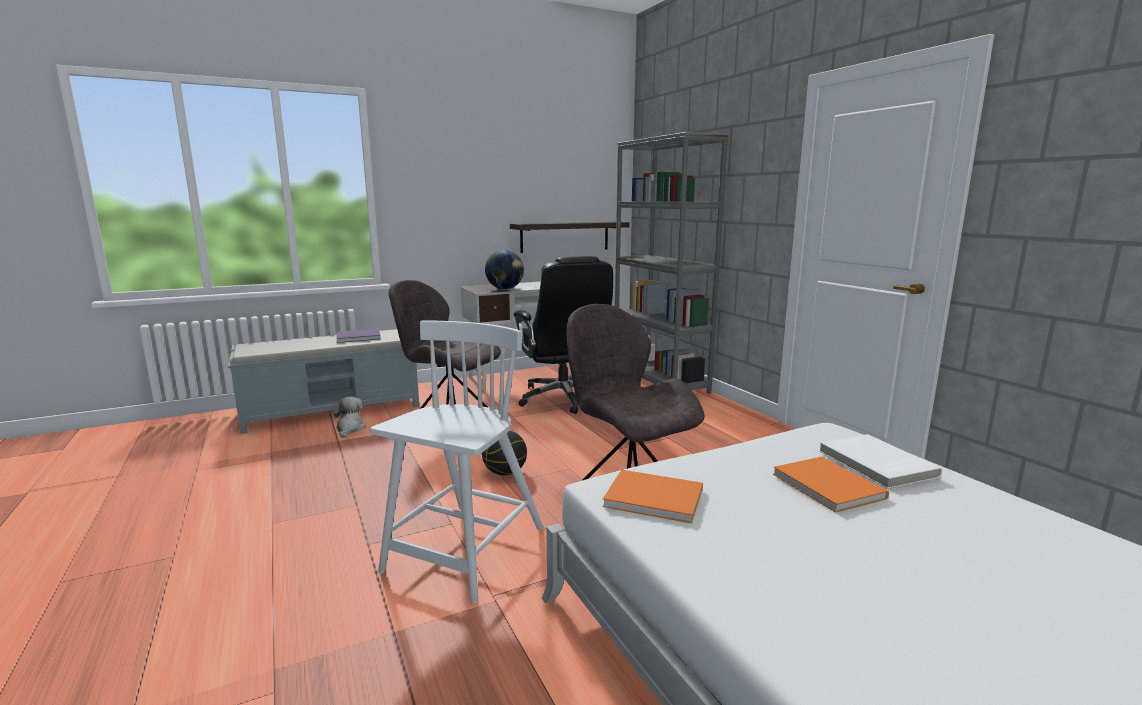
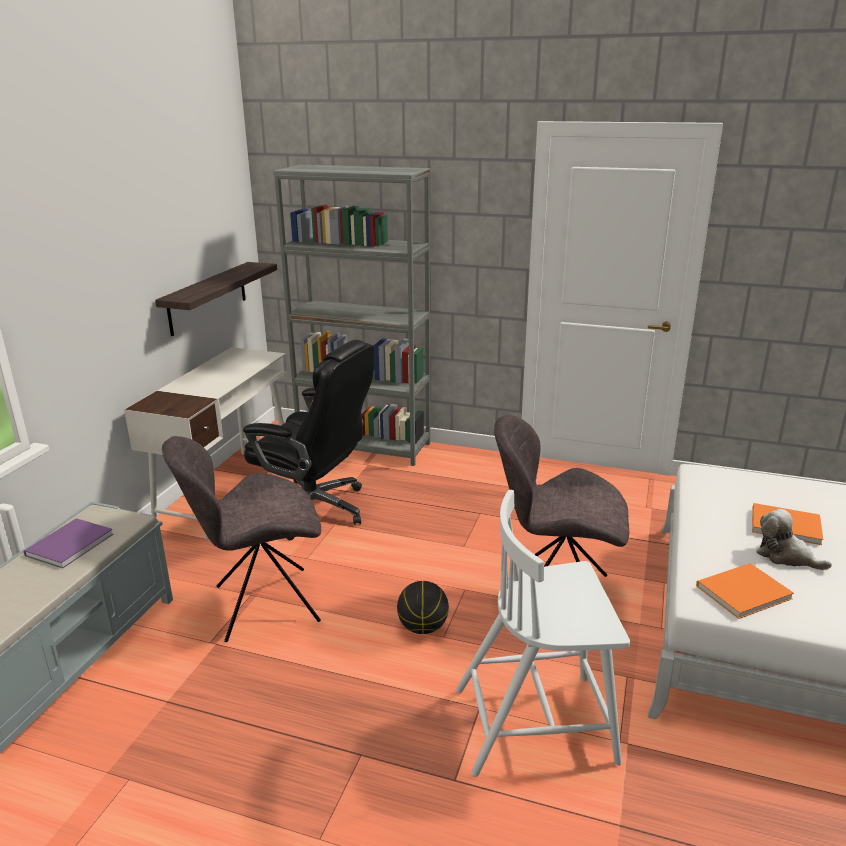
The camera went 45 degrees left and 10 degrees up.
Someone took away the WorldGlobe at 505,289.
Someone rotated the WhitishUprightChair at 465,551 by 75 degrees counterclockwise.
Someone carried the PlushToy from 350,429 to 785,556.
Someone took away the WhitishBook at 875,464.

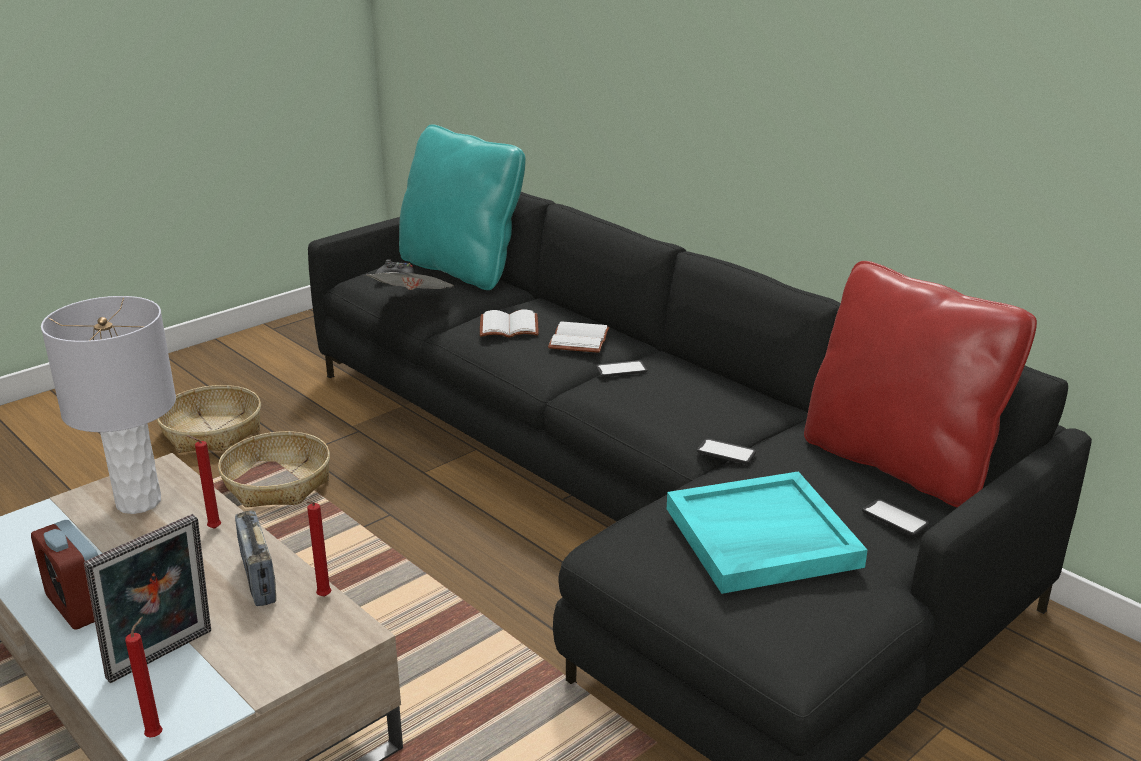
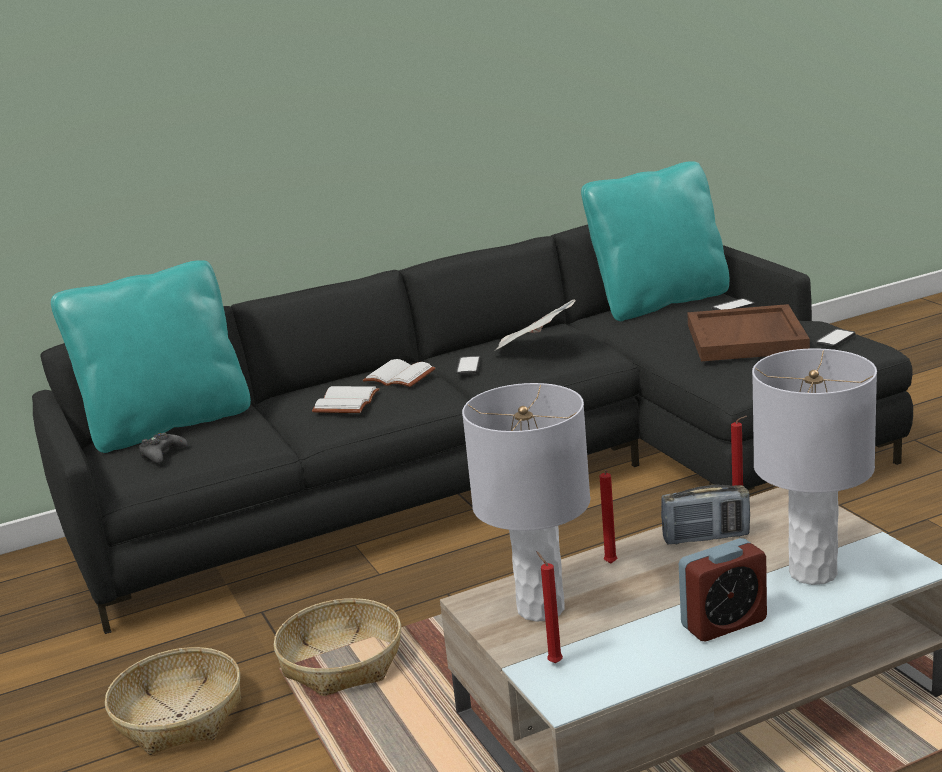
The camera went 70 degrees left and 5 degrees down.
Someone repainted the RedColouredPillow at 899,463, which became the TurquoiseColouredPillow at 660,302.
Someone carried the DailyPaper from 414,304 to 534,348.
Someone carried the Phone from 726,452 to 835,338.
Someone repainted the TurquoiseColouredTray at 761,538, which became the BrownColouredTray at 747,339.
Someone swapped the StandingFrame at 163,657 for the GrayLampForATable at 812,573.
Someone carried the RedColouredWaxCandle from 157,735 to 553,662.

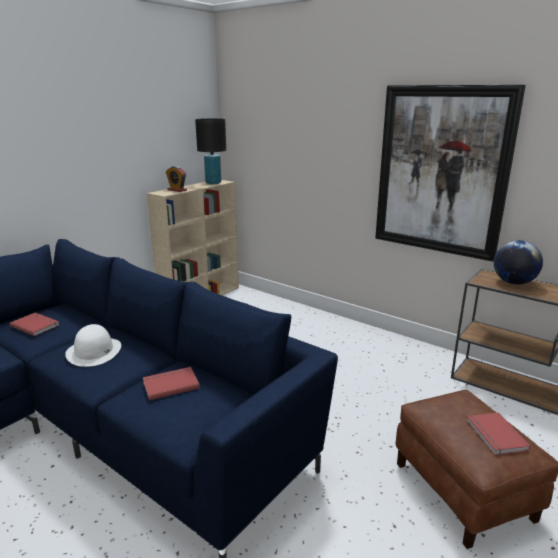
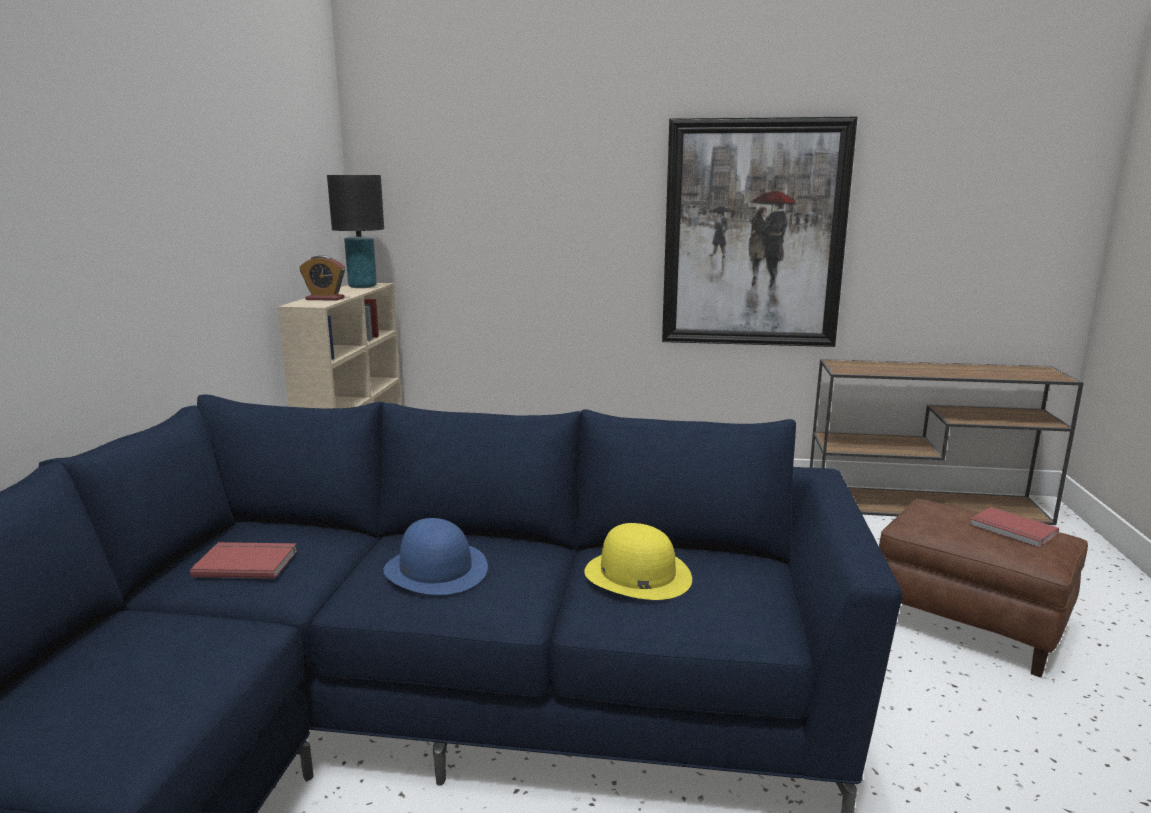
The camera went 30 degrees left and 5 degrees down.
Someone took away the WorldGlobe at 513,283.
Someone repainted the WhitishClothingHat at 94,351, which became the BluishClothingHat at 436,569.
Someone swapped the RedColouredBook at 170,384 for the YellowishClothingHat at 637,574.

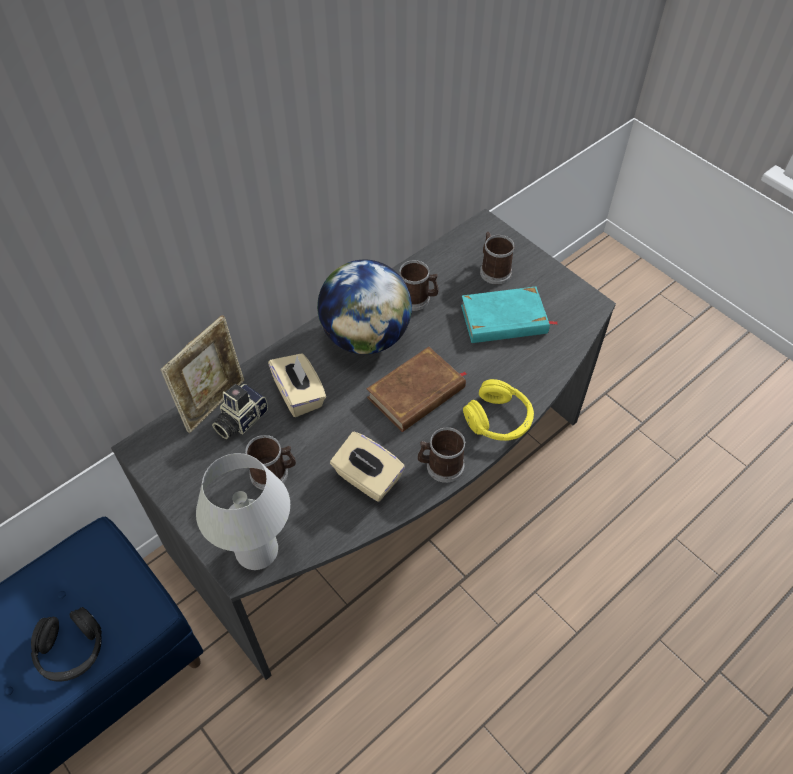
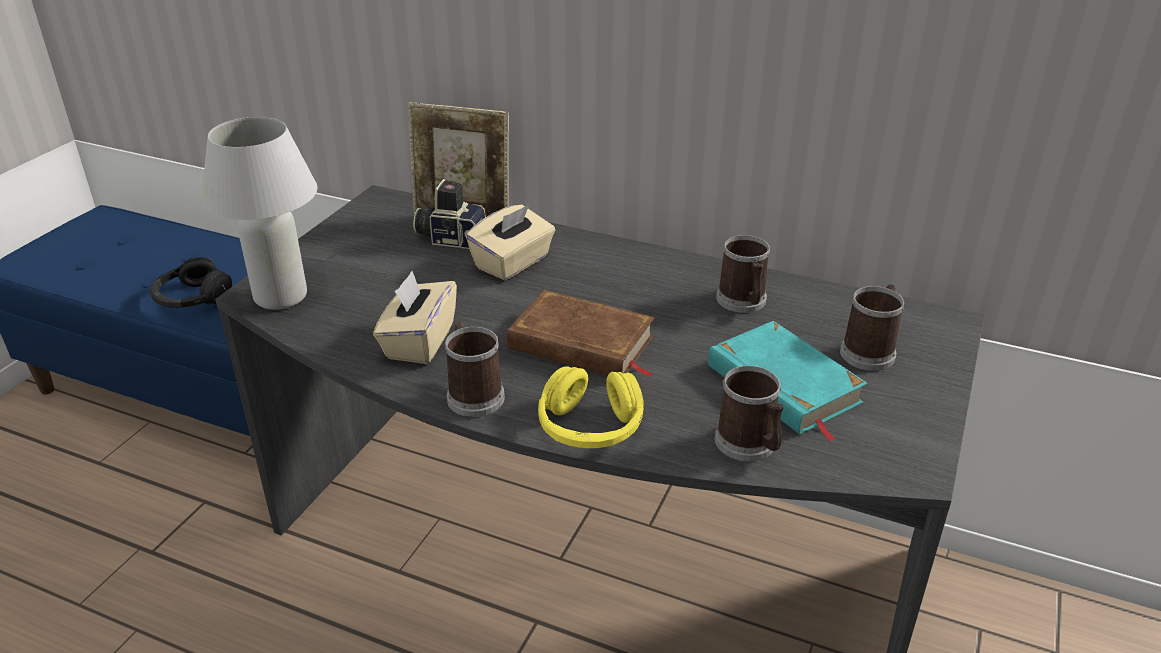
The camera went 65 degrees right and 20 degrees down.
Someone took away the WorldGlobe at 366,337.
Someone carried the CoffeeMug from 273,473 to 749,445.

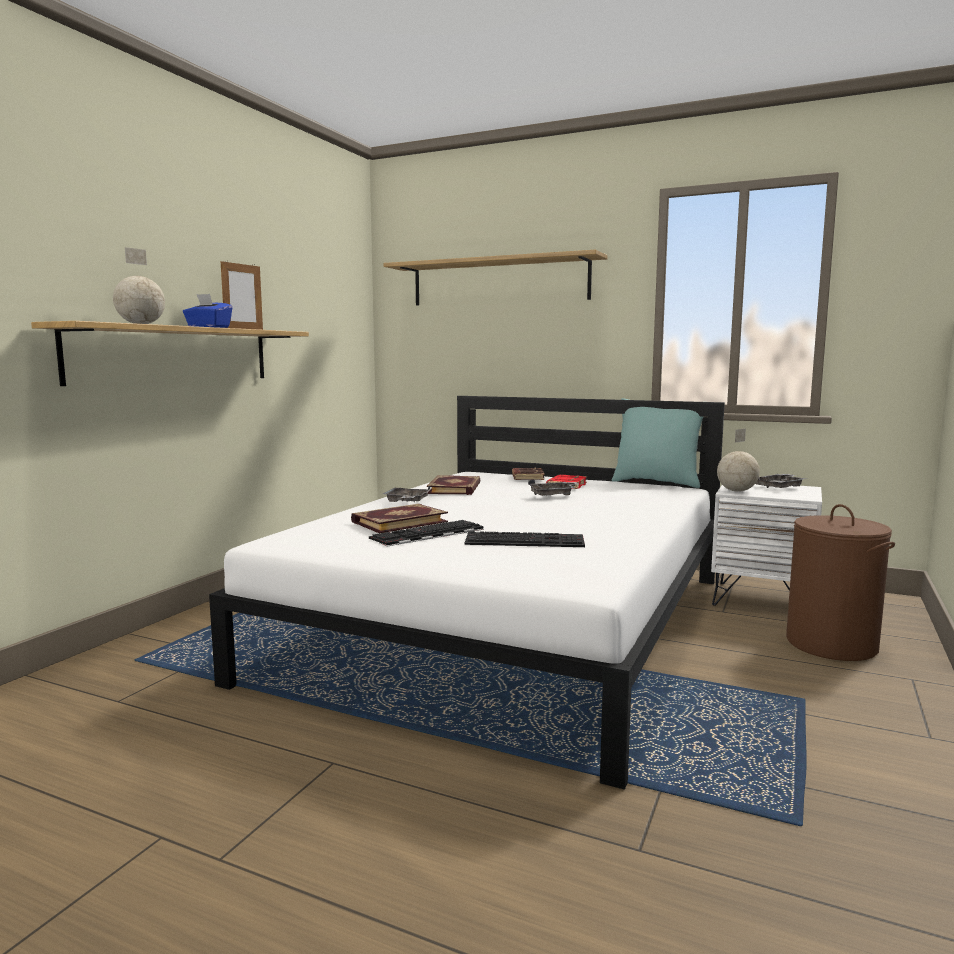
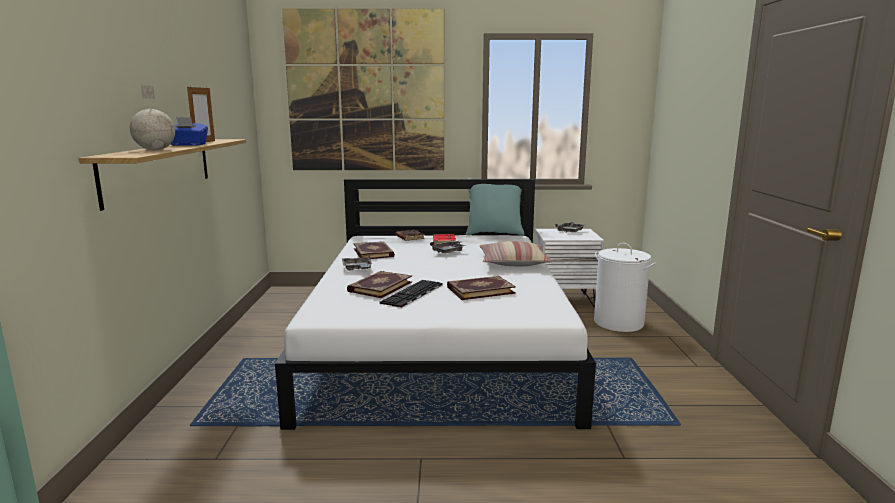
The camera went 25 degrees left and 5 degrees up.
Someone swapped the WallShelf at 499,282 for the WallArt at 366,92.
Someone took away the WorldGlobe at 737,491.
Someone repainted the BrownColouredHamper at 832,644, which became the WhitishHamper at 619,323.
Someone swapped the PcKeyboard at 526,540 for the Book at 480,290.
Someone put down the Pillow at 513,262.

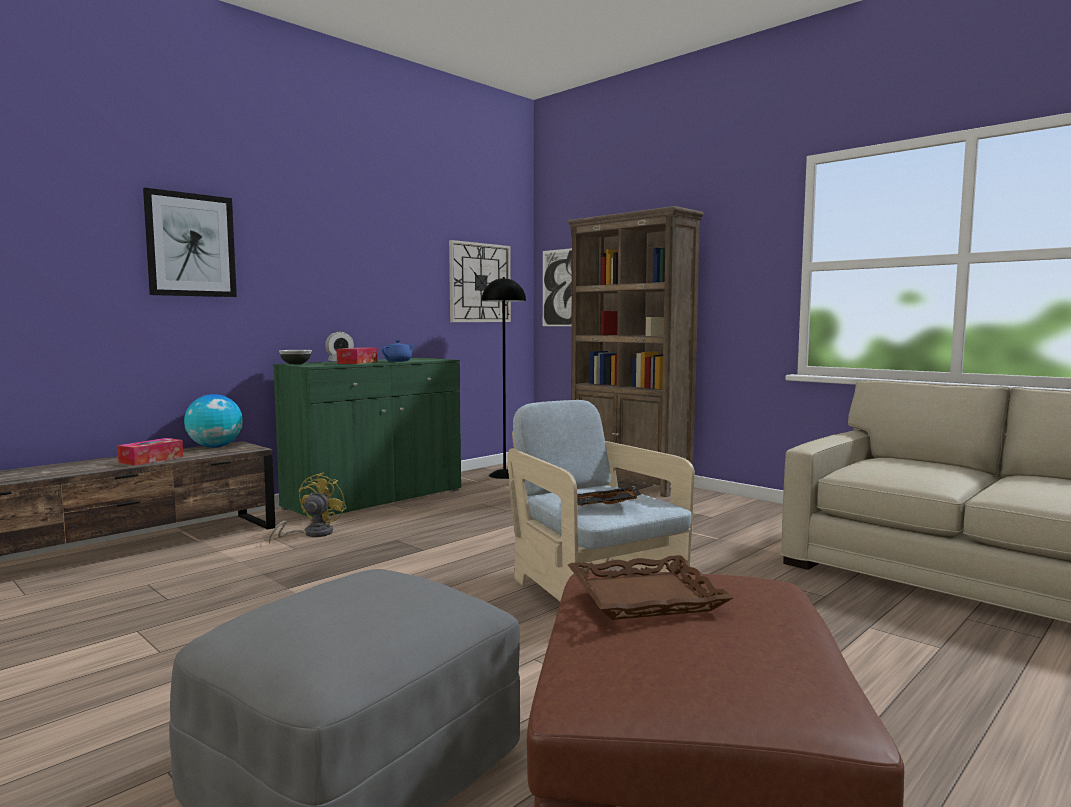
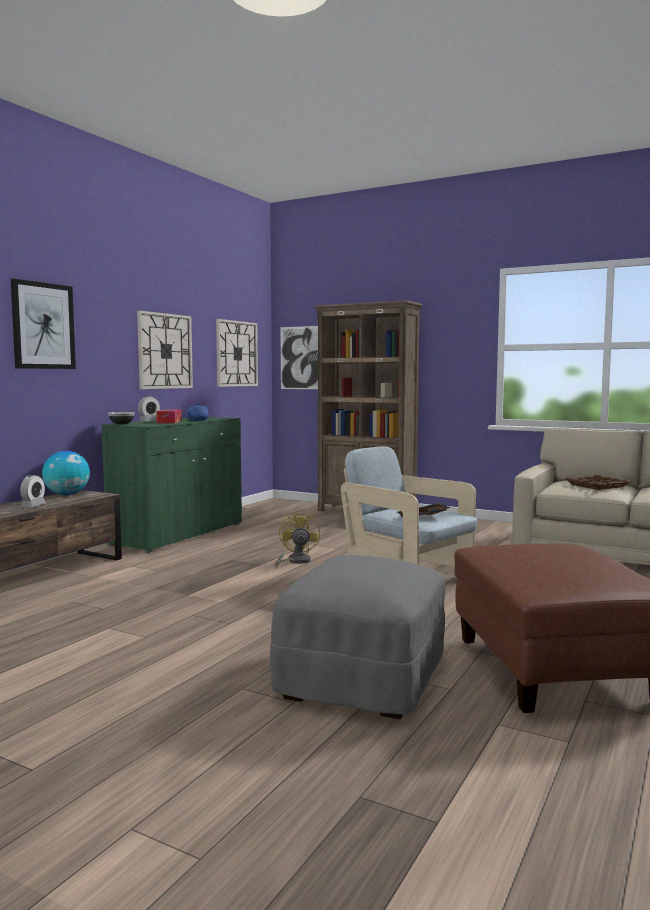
The camera went 15 degrees left and 0 degrees up.
Someone took away the BlackStandardLamp at 505,475.
Someone swapped the BoxOfTissues at 151,459 for the AlarmClock at 33,506.
Someone carried the YellowishFan from 311,534 to 295,561.
Someone carried the BrownColouredTray from 644,596 to 597,486.
Someone put up the WallClock at 165,351.

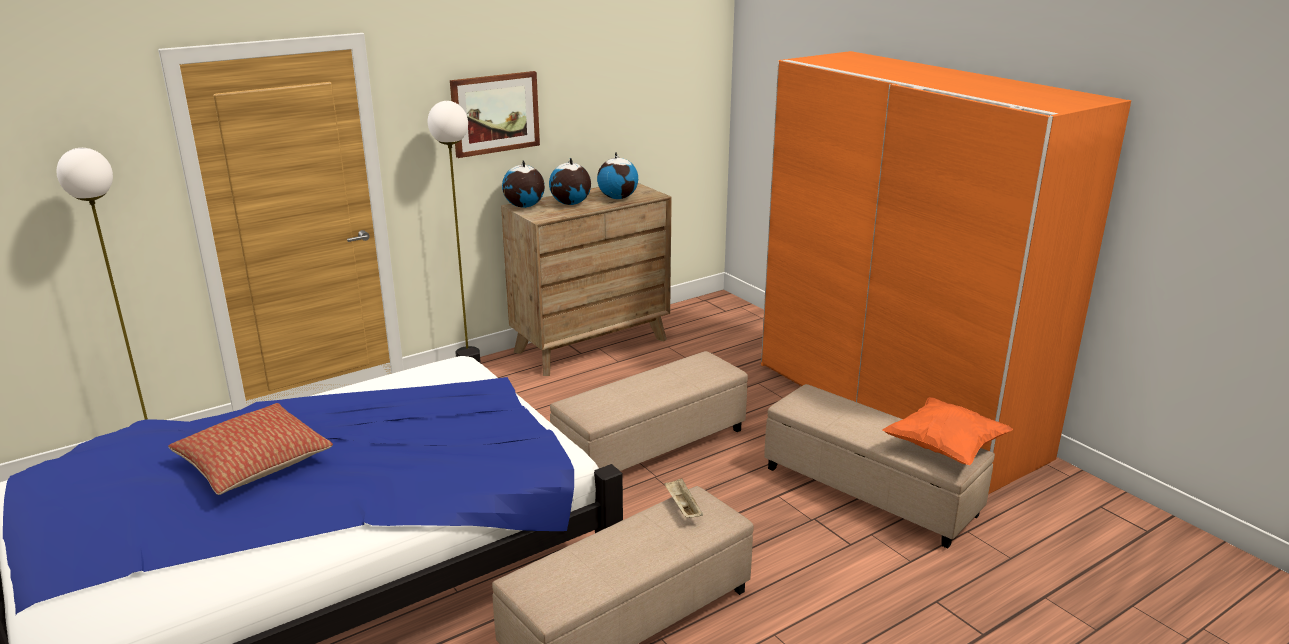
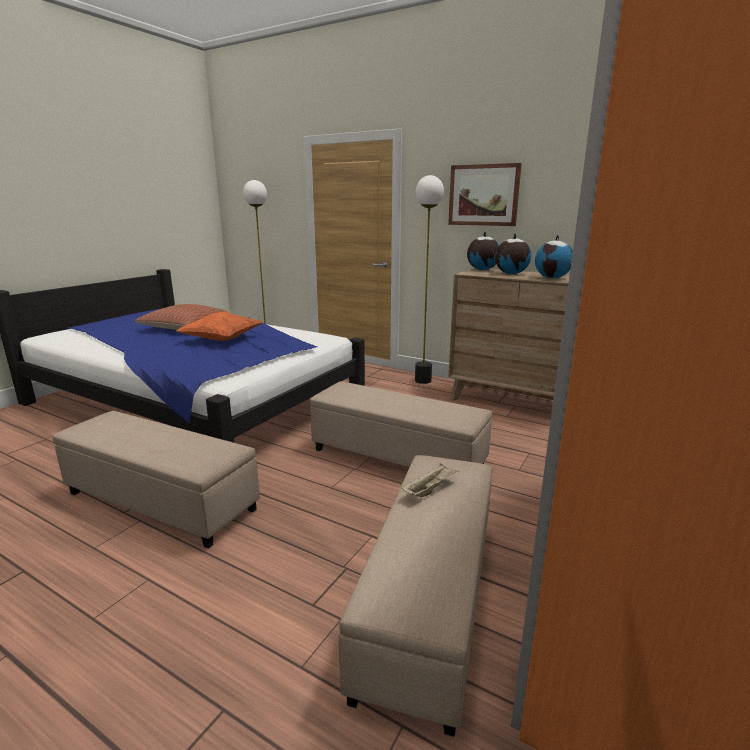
The camera went 65 degrees right and 5 degrees down.
Someone carried the OrangePillow from 945,448 to 222,340.
Someone carried the BeigeColouredTray from 682,507 to 430,489.

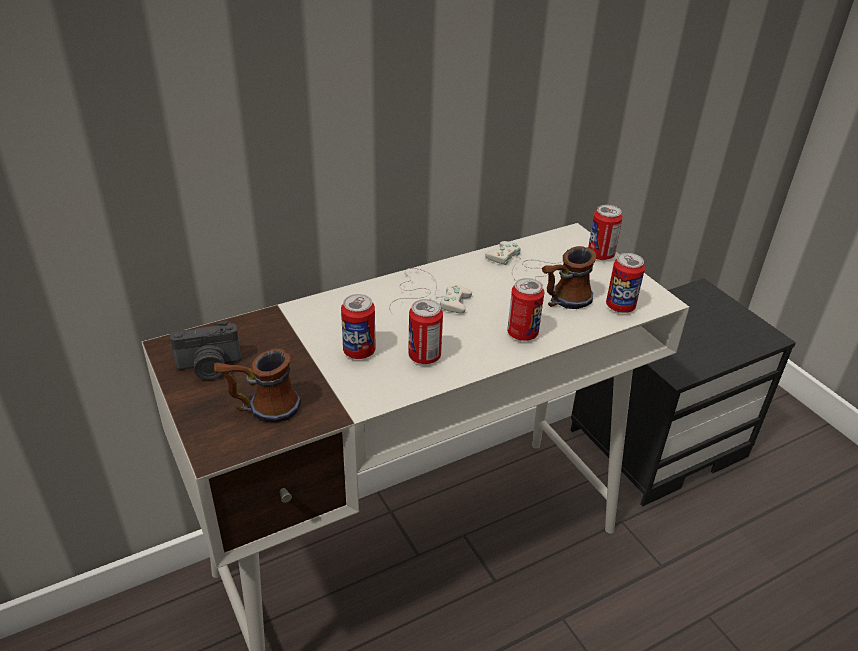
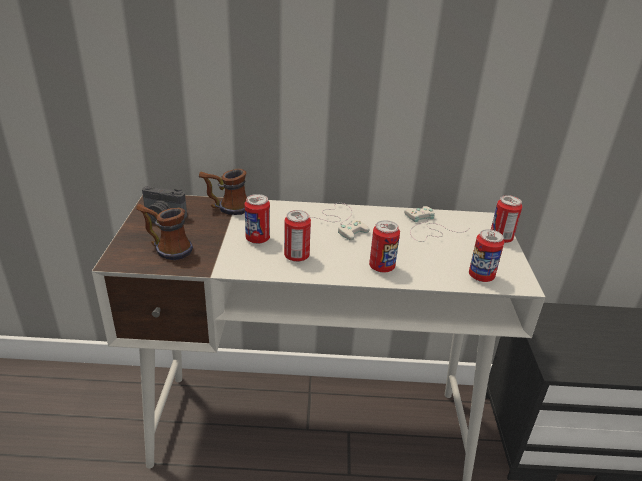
The camera went 30 degrees right and 5 degrees down.
Someone carried the CoffeeMug from 563,301 to 226,208.

